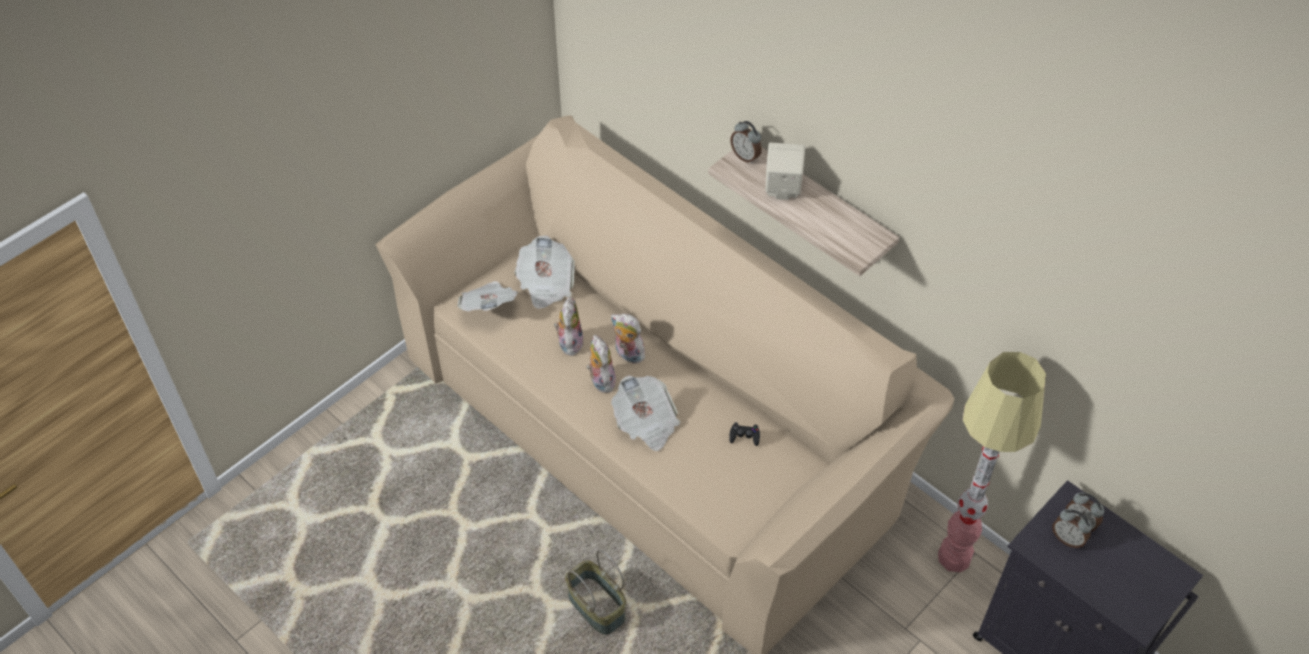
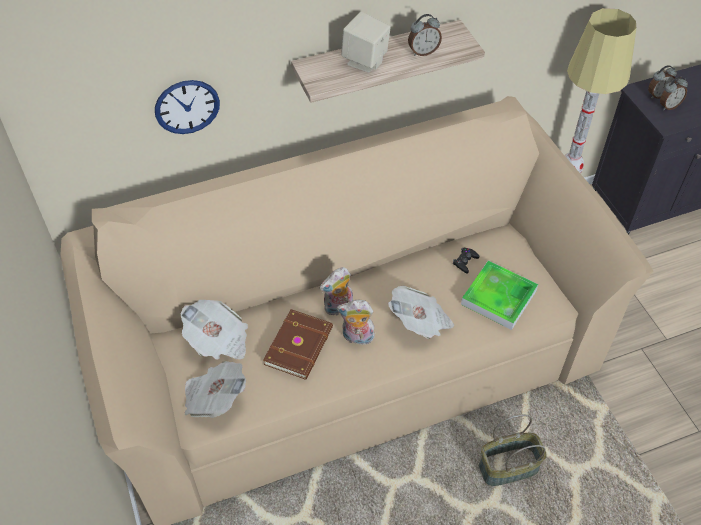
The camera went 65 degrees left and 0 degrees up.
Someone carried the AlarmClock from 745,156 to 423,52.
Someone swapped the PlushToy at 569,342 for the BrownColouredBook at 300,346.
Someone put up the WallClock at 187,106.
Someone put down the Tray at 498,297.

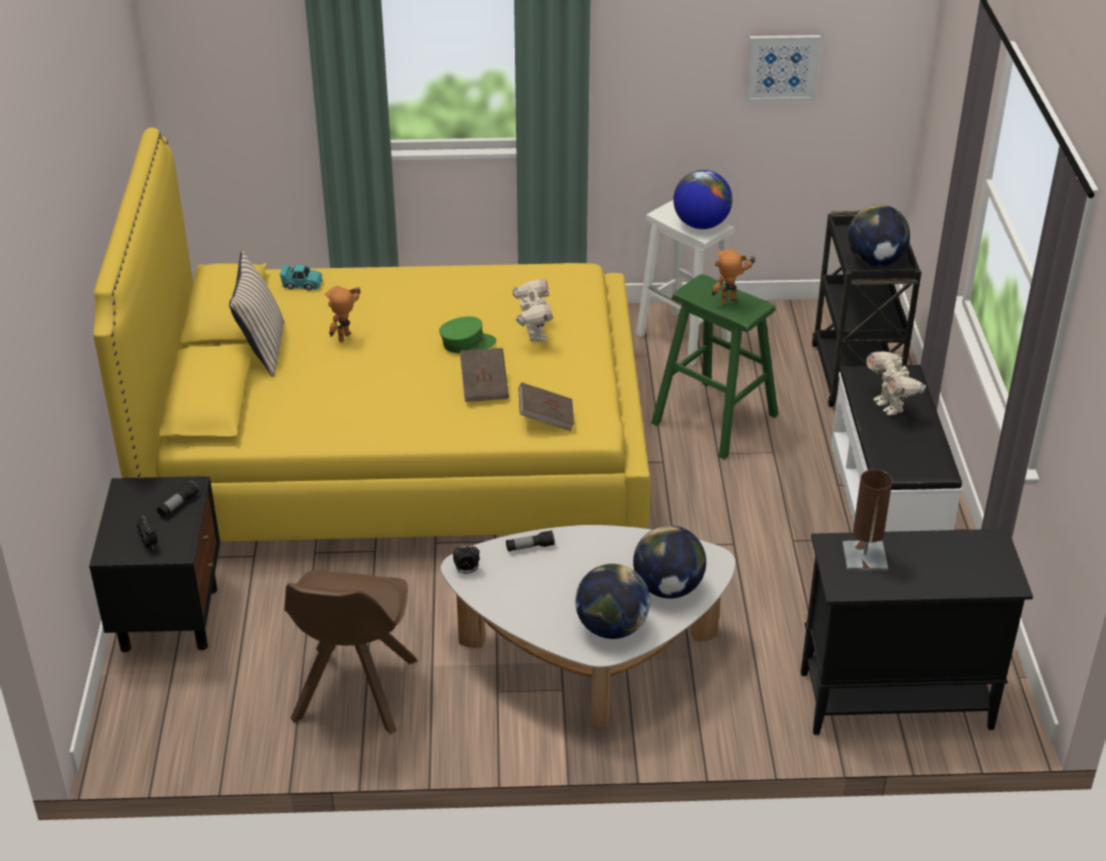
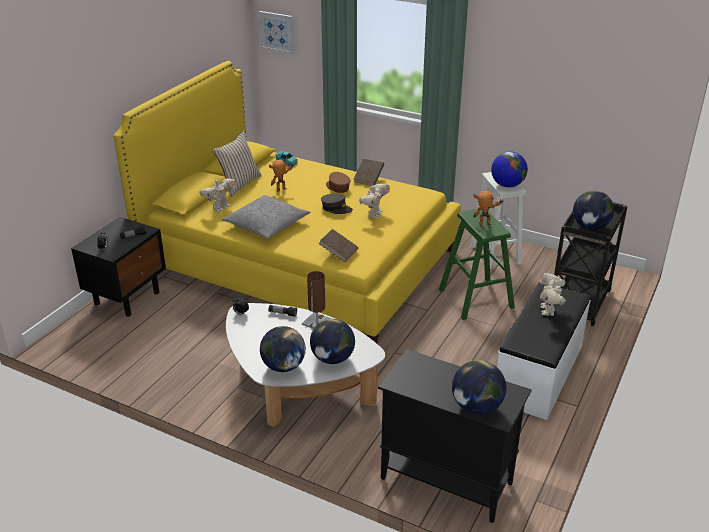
The camera went 30 degrees right and 5 degrees down.
Someone carried the WallArt from 782,67 to 277,32.
Someone repainted the GreenishPeakedCap at 467,343, which became the GrayPeakedCap at 336,208.
Someone carried the BrownColouredBook from 484,386 to 368,179.
Someone carried the BrownColouredLampForATable from 864,556 to 317,322.
Someone took away the BrownColouredUprightChair at 353,692.
Someone put down the BrownColouredPeakedCap at 337,187.
Someone put down the RobotFigure at 220,208.
Someone put down the GrayPillow at 266,224.
Someone put down the WorldGlobe at 476,407.

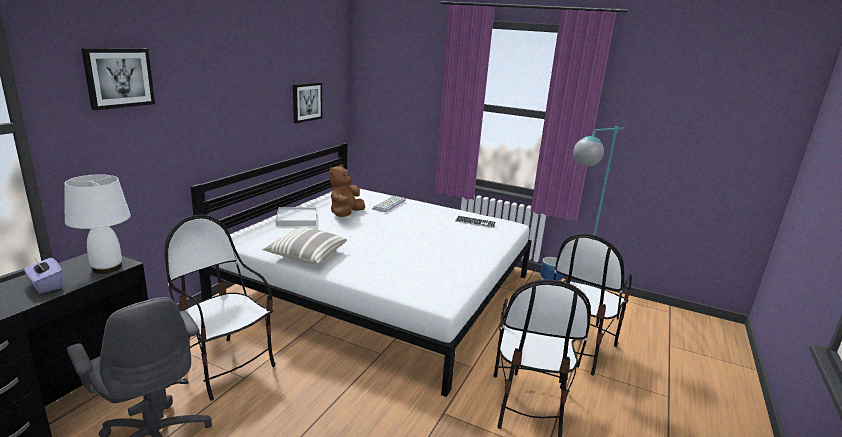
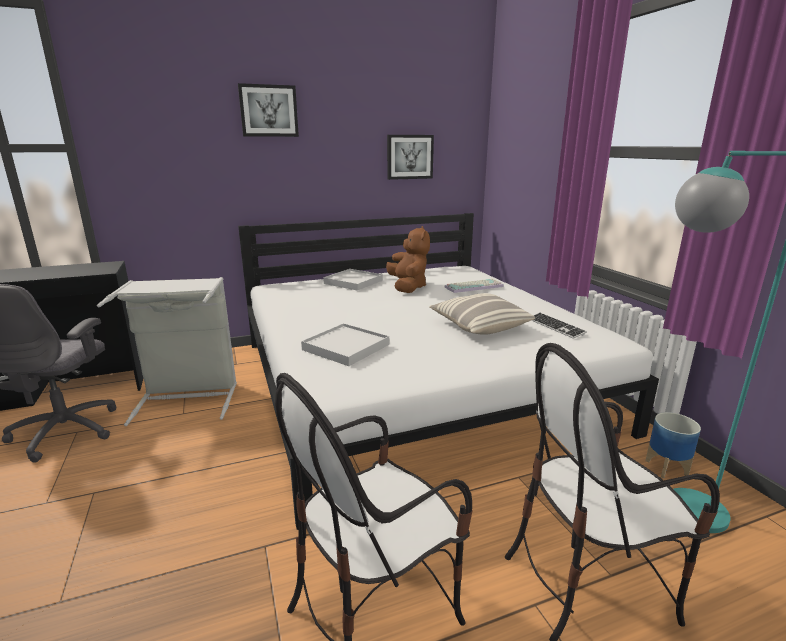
The camera went 45 degrees right and 0 degrees up.
Someone carried the WallArt from 119,78 to 268,111.
Someone rotated the BrownColouredPlushToy at 346,214 by 105 degrees clockwise.
Someone took away the WhitishLampForATable at 107,268.
Someone swapped the UprightChair at 225,366 for the GrayHamper at 188,398.
Someone carried the Pillow from 306,255 to 479,326.
Someone took away the PurplishBoxOfTissues at 46,285.
Someone put down the WhitishTray at 345,347.

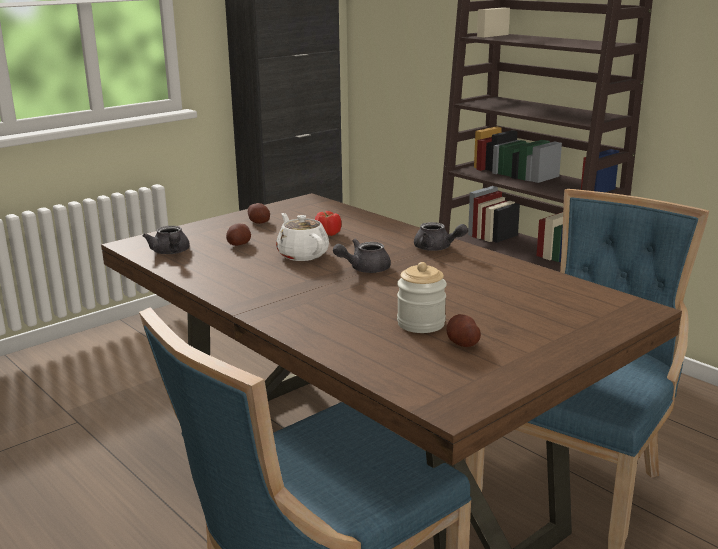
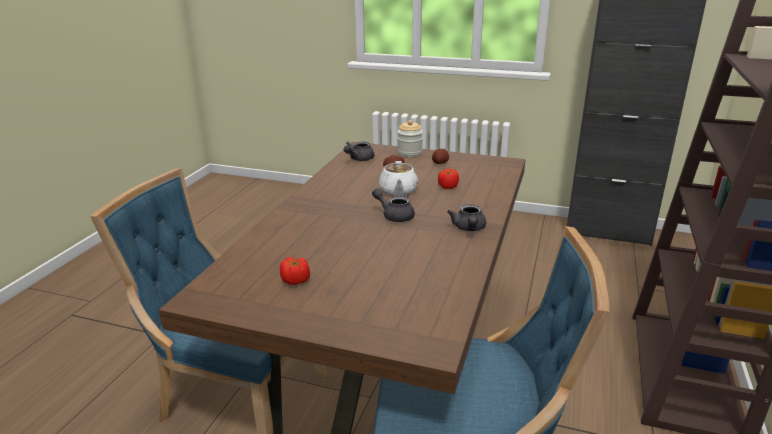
The camera went 60 degrees right and 5 degrees up.
Someone rotated the WhitishTeapot at 302,254 by 150 degrees clockwise.
Someone carried the PreserveJar from 421,323 to 409,153.
Someone swapped the Potato at 462,343 for the WholeTomato at 296,280.

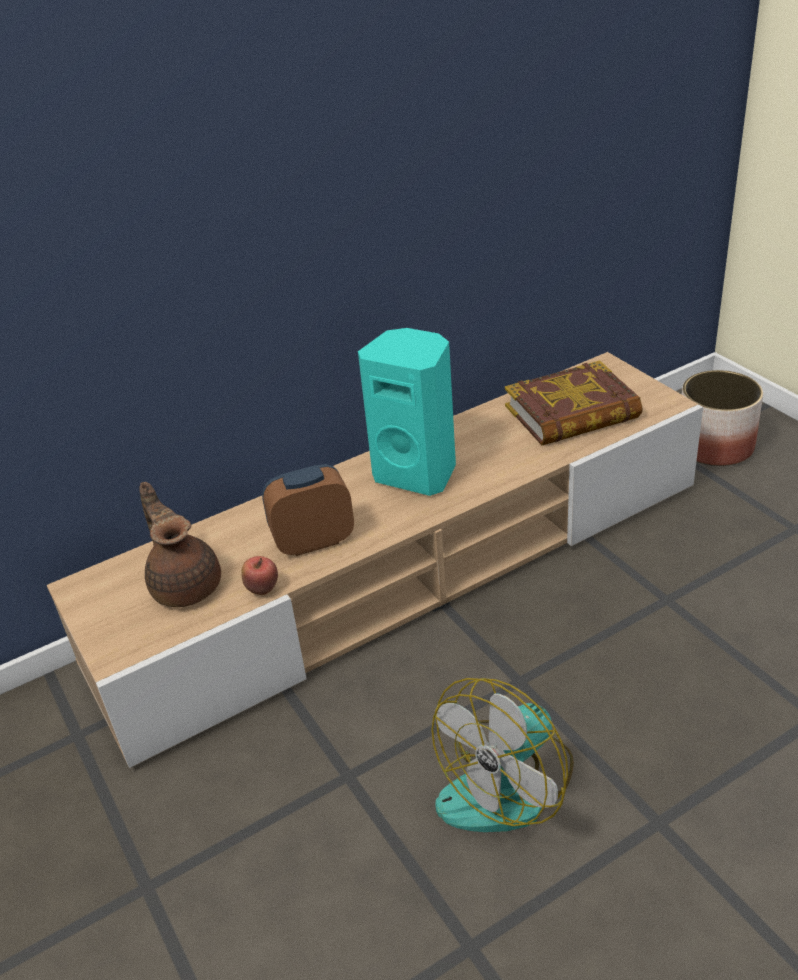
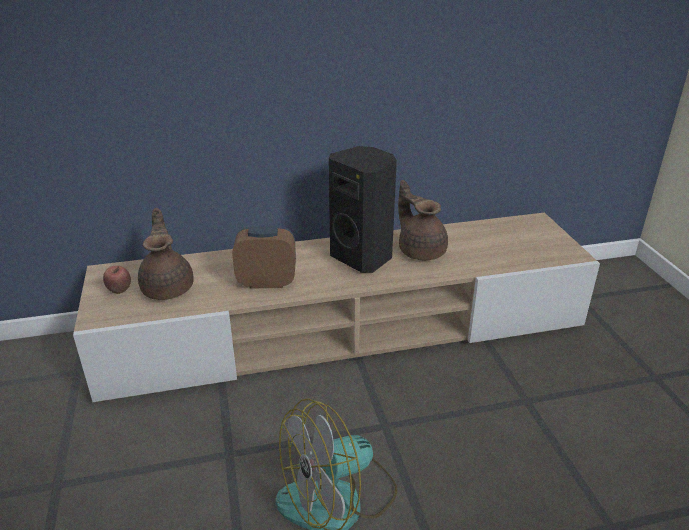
The camera went 15 degrees right and 5 degrees down.
Someone repainted the TurquoiseColouredLoudspeaker at 417,473, which became the BlackLoudspeaker at 363,257.
Someone took away the Book at 572,413.
Someone took away the PlantPot at 714,447.
Someone carried the Apple from 262,590 to 119,291.
Someone put down the BrownColouredTeapot at 420,250.

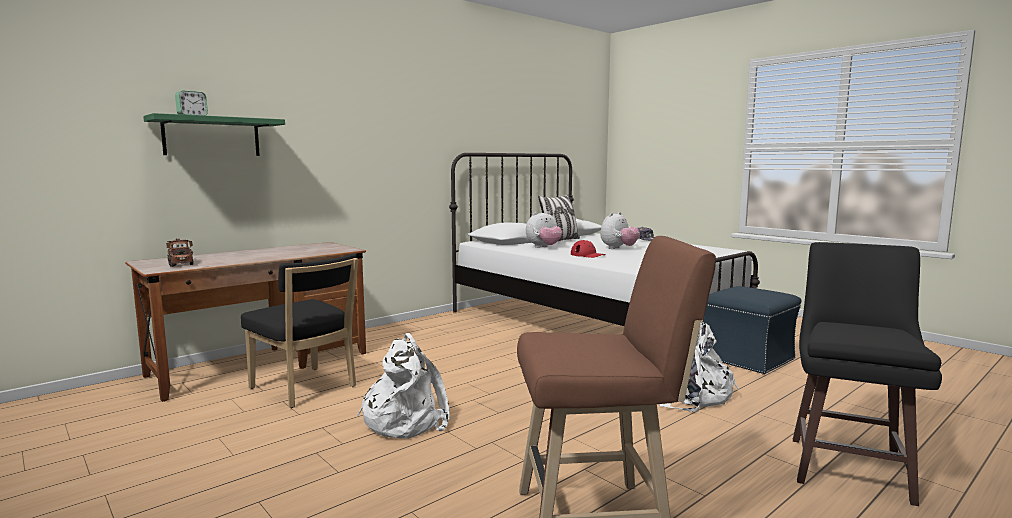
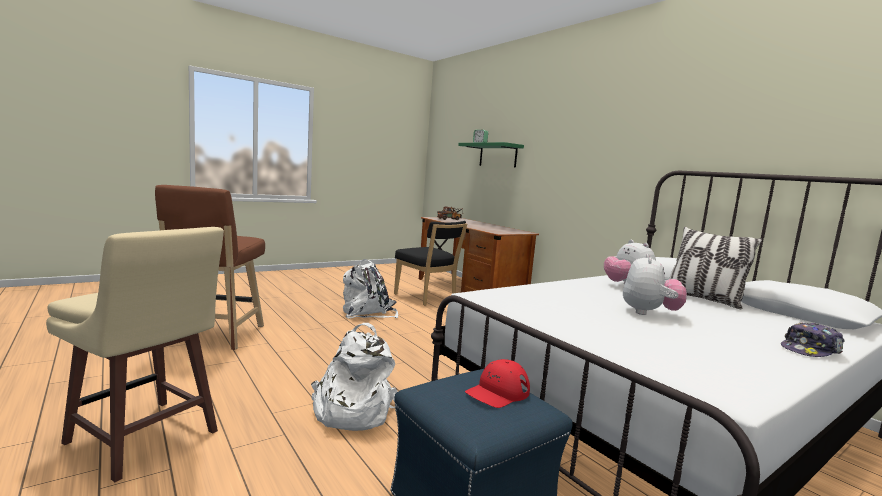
The camera went 95 degrees right and 0 degrees up.
Someone rotated the PlushToy at 618,248 by 120 degrees counterclockwise.
Someone carried the RedColouredPeakedCap from 587,255 to 498,392.
Someone repainted the BlackStool at 849,467, which became the BeigeColouredStool at 144,439.
Someone rotated the BlackUprightChair at 306,389 by 90 degrees counterclockwise.

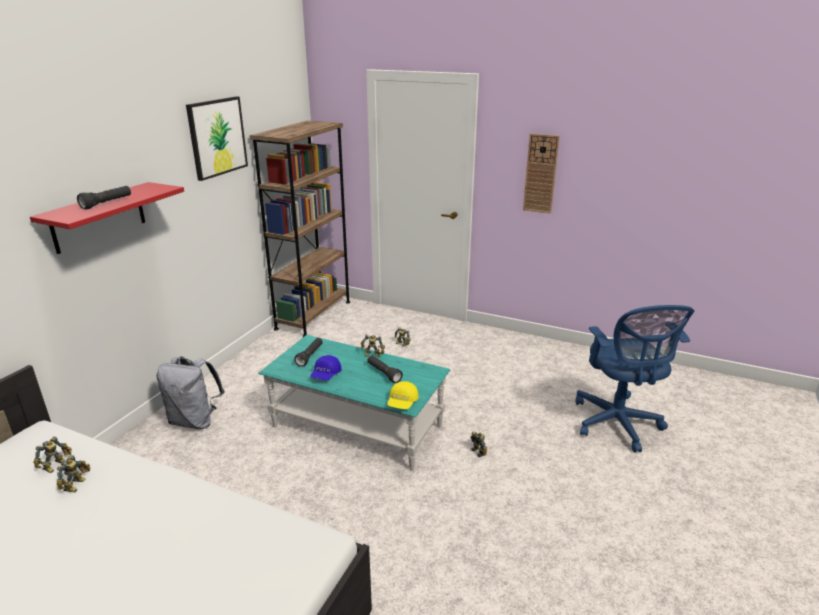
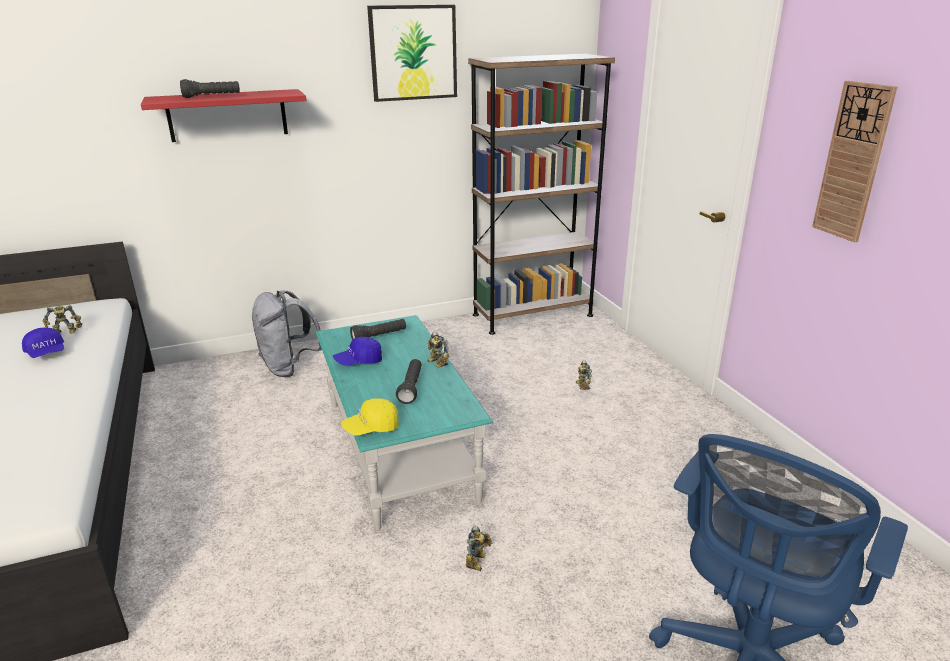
The camera went 45 degrees right and 0 degrees up.
Someone swapped the RobotFigure at 77,485 for the BluishPeakedCap at 47,353.

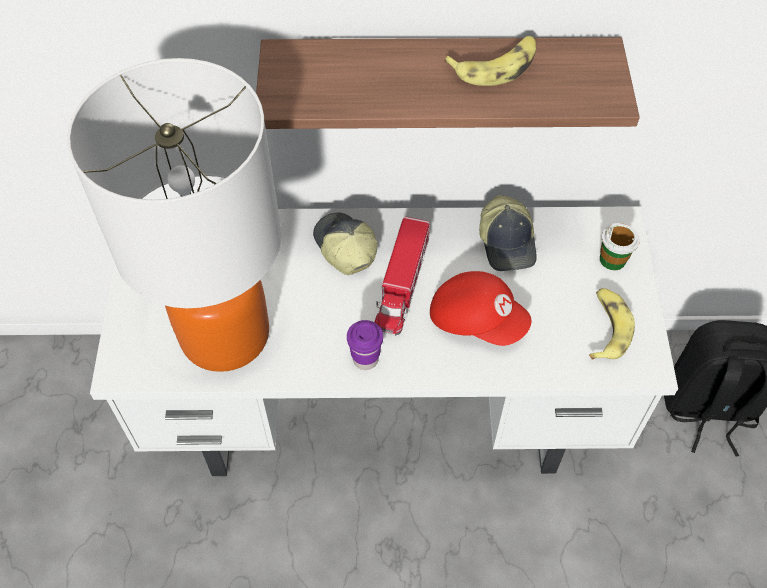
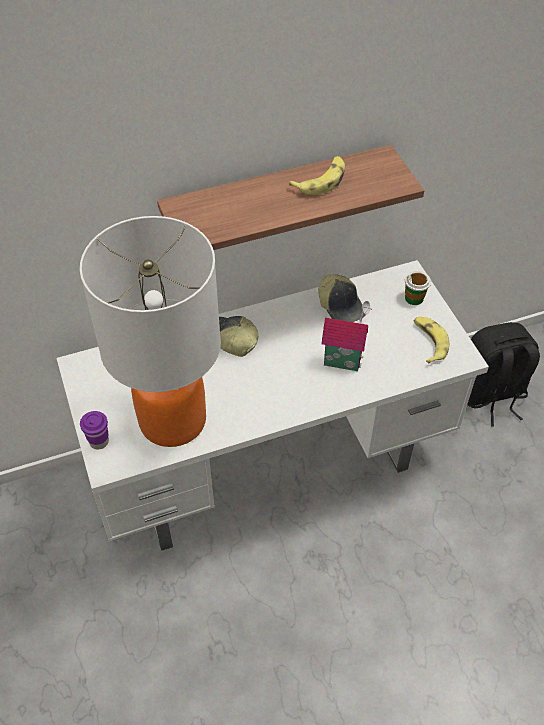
The camera went 20 degrees left and 5 degrees down.
Someone took away the ToyTruck at 402,284.
Someone swapped the RedColouredPeakedCap at 477,319 for the MiniatureHouse at 342,360.
Someone carried the PurplishSmallCup from 365,359 to 99,441.

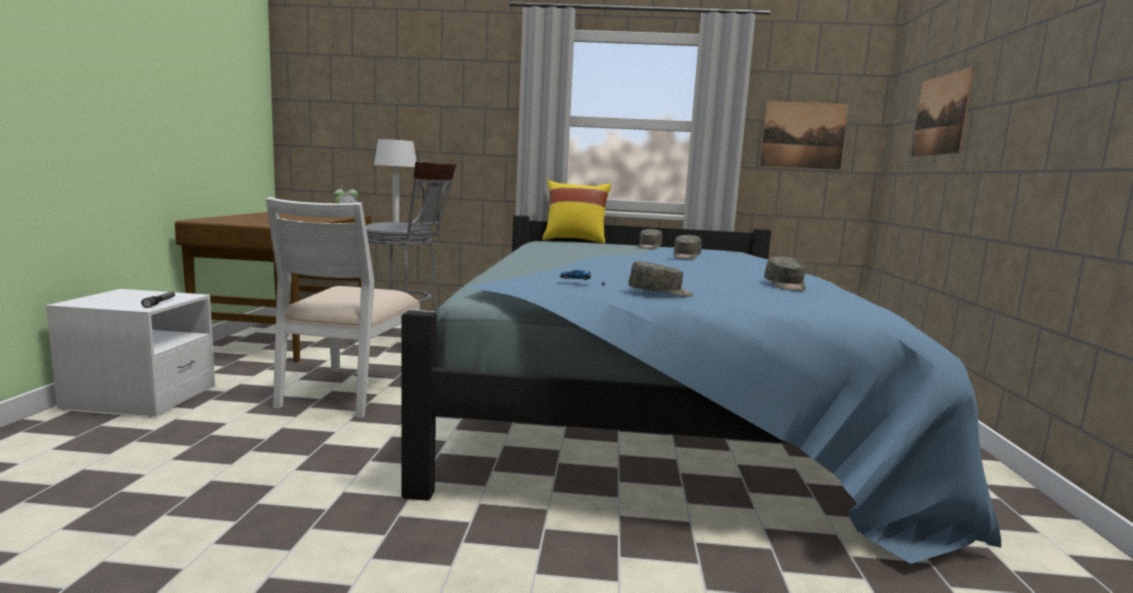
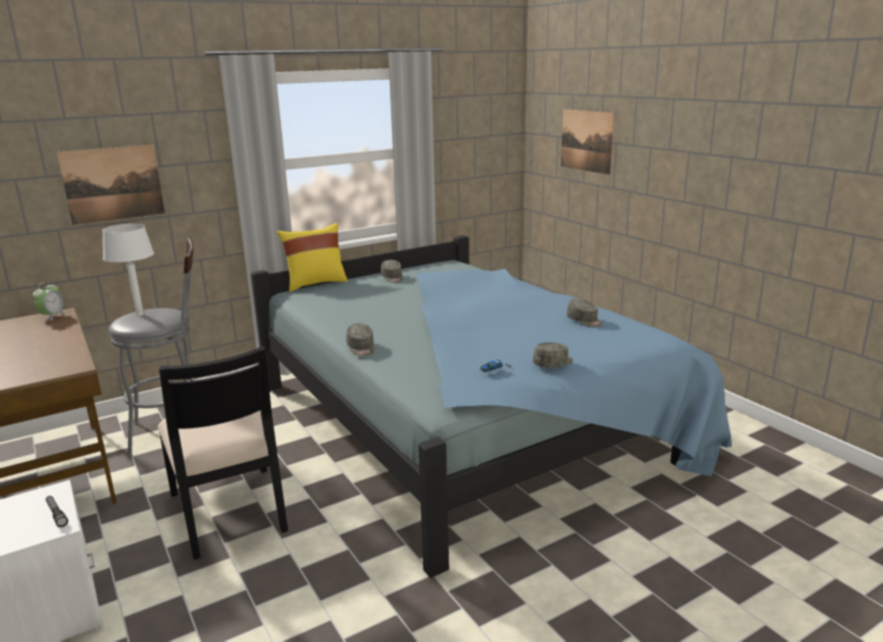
The camera went 35 degrees left and 10 degrees up.
Someone carried the WallArt from 803,135 to 113,184.
Someone repainted the WhitishUprightChair at 349,392, which became the BlackUprightChair at 230,511.
Someone carried the GrayPeakedCap from 686,256 to 361,348.

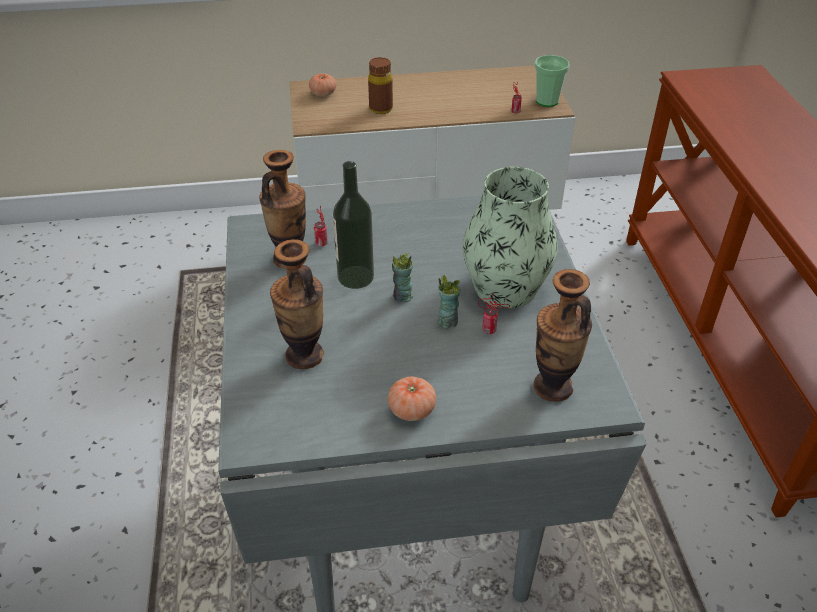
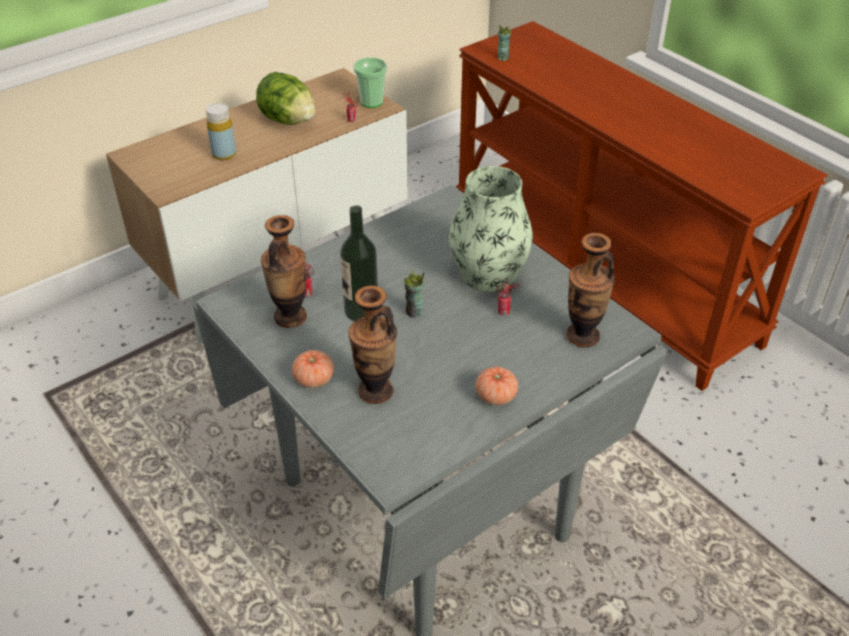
The camera went 30 degrees left and 0 degrees up.
Someone repainted the BrownColouredBottle at 381,109, which became the YellowishBottle at 224,154.
Someone carried the WholeTomato from 323,94 to 314,379.
Someone carried the SmallCup from 447,321 to 502,58.
Someone put down the LettuceHead at 288,120.

